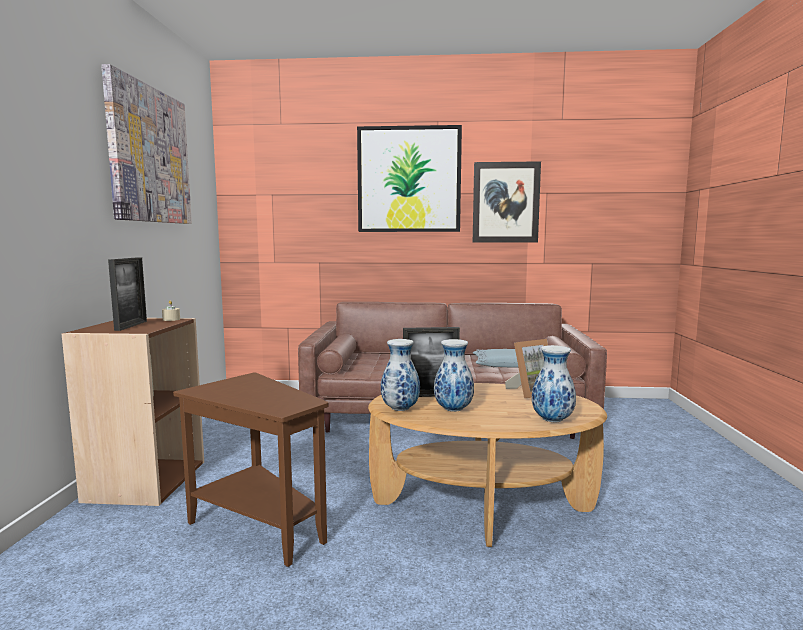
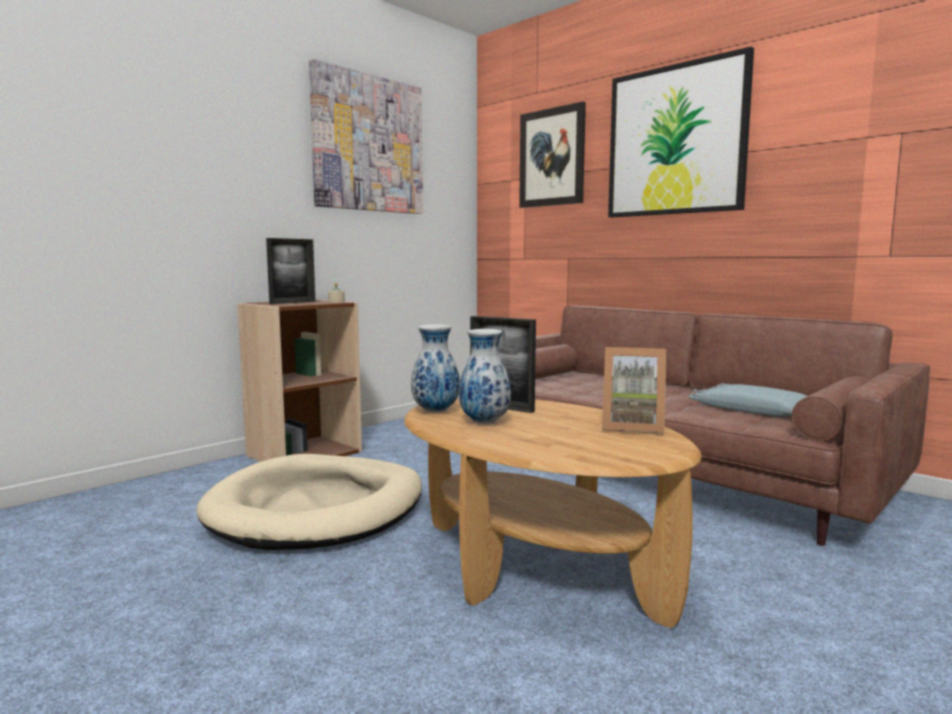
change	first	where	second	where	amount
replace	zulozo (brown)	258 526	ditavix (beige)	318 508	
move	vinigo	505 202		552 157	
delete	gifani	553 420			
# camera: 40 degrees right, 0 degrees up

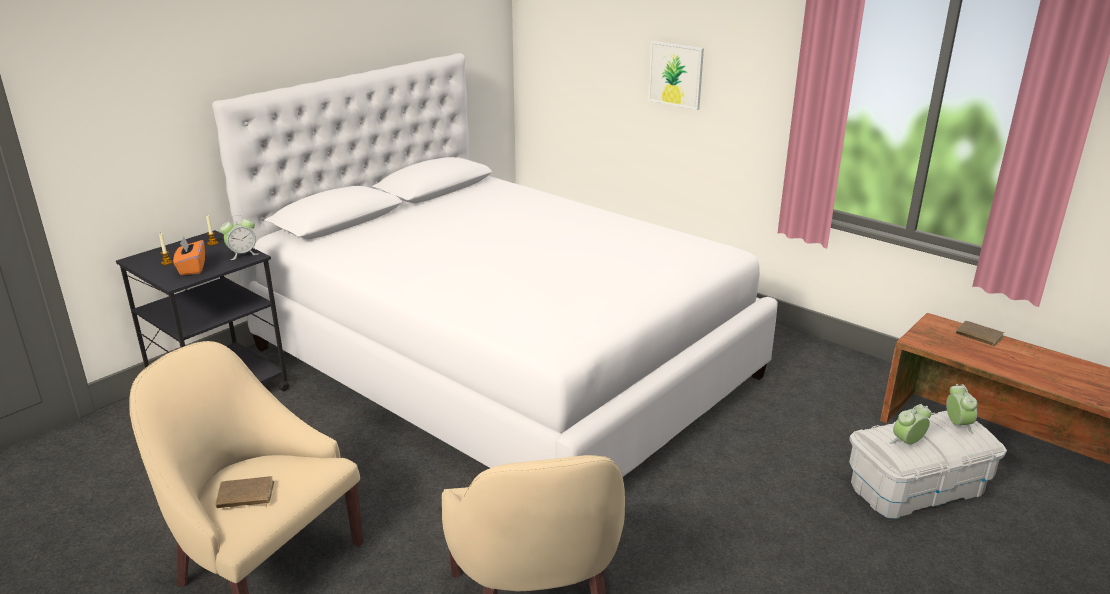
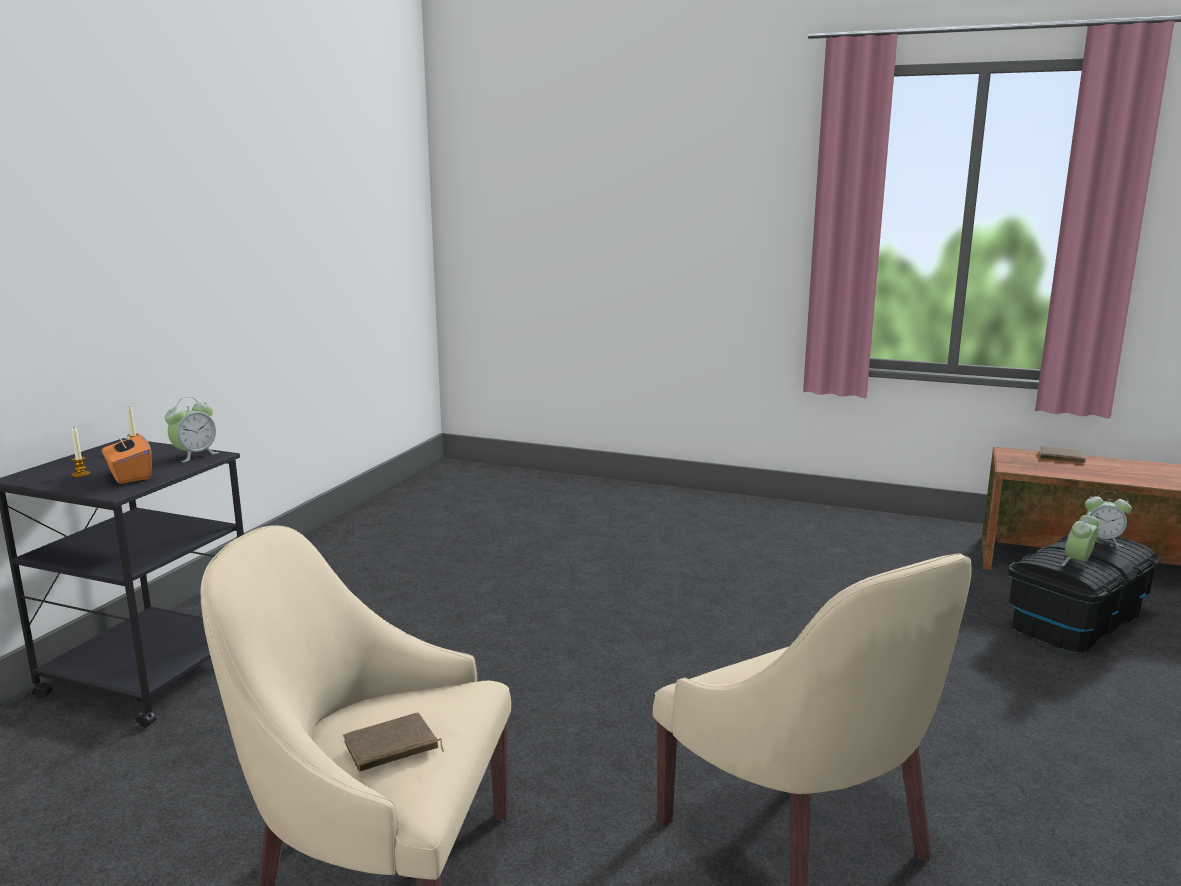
change	first	where	second	where	amount
recolor	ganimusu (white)	917 488	ganimusu (black)	1076 620	
rotate	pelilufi	957 425		1102 540	135 degrees clockwise
delete	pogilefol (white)	502 361			
delete	vinigo	676 74			
# camera: 20 degrees left, 10 degrees down

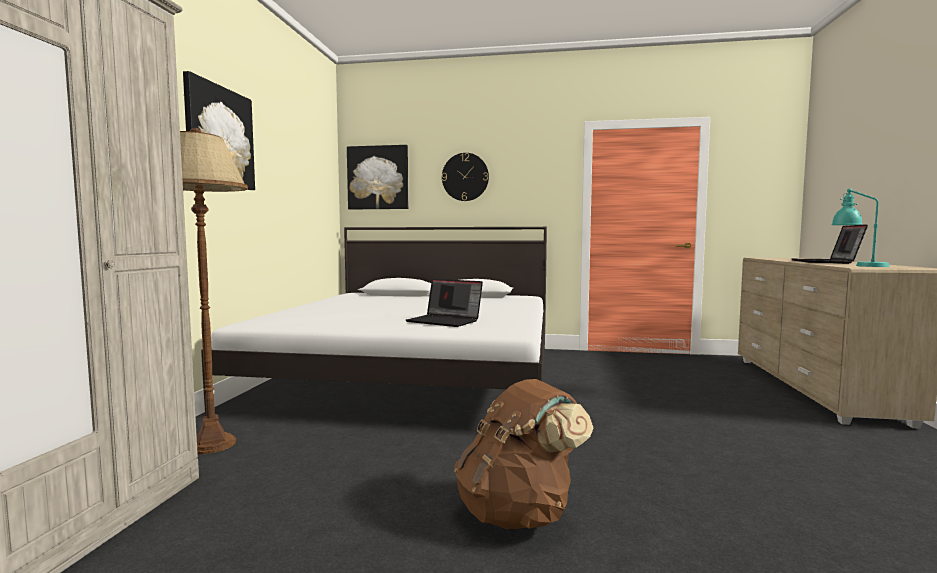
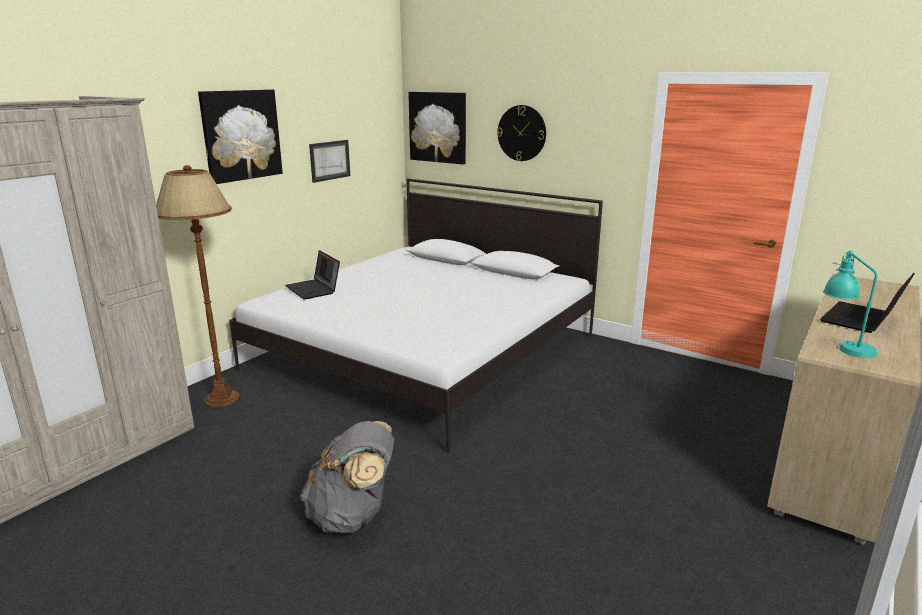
change	first	where	second	where	amount
move	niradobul	445 321		314 289	
recolor	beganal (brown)	518 513	beganal (grey)	353 516	
insert			vinigo	329 160	
# camera: 25 degrees right, 15 degrees up

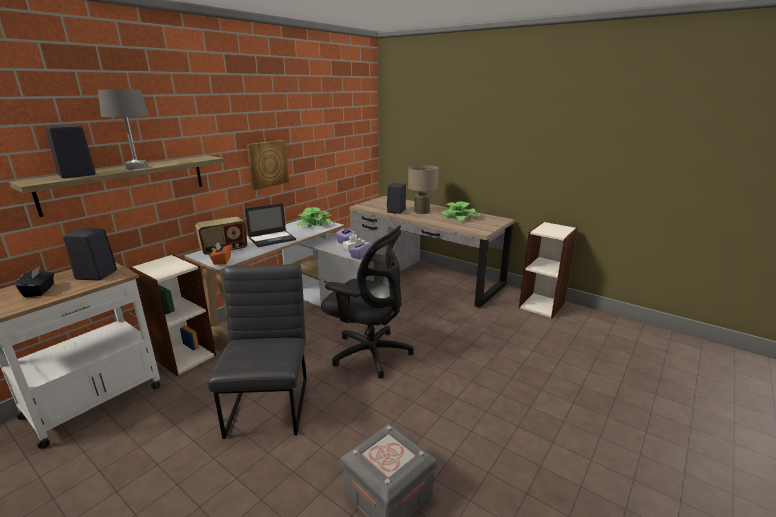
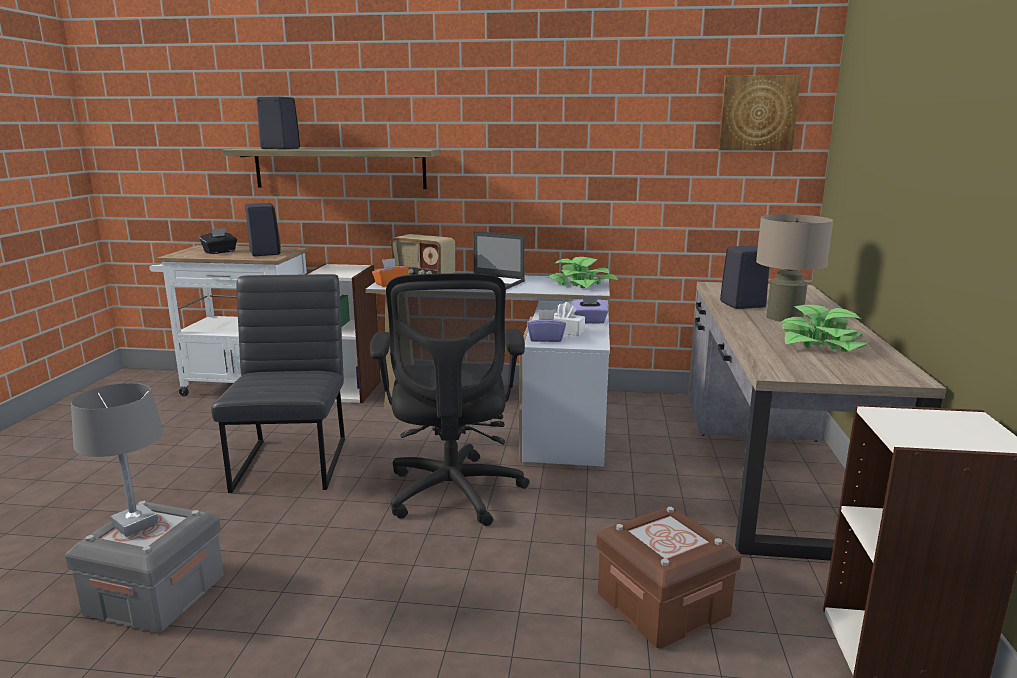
change	first	where	second	where	amount
move	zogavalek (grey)	136 167		135 524	
rotate	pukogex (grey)	269 404		293 462	60 degrees counterclockwise
insert			ganimusu (brown)	662 604	
move	vinigo	267 164		757 113	
# camera: 60 degrees right, 5 degrees down

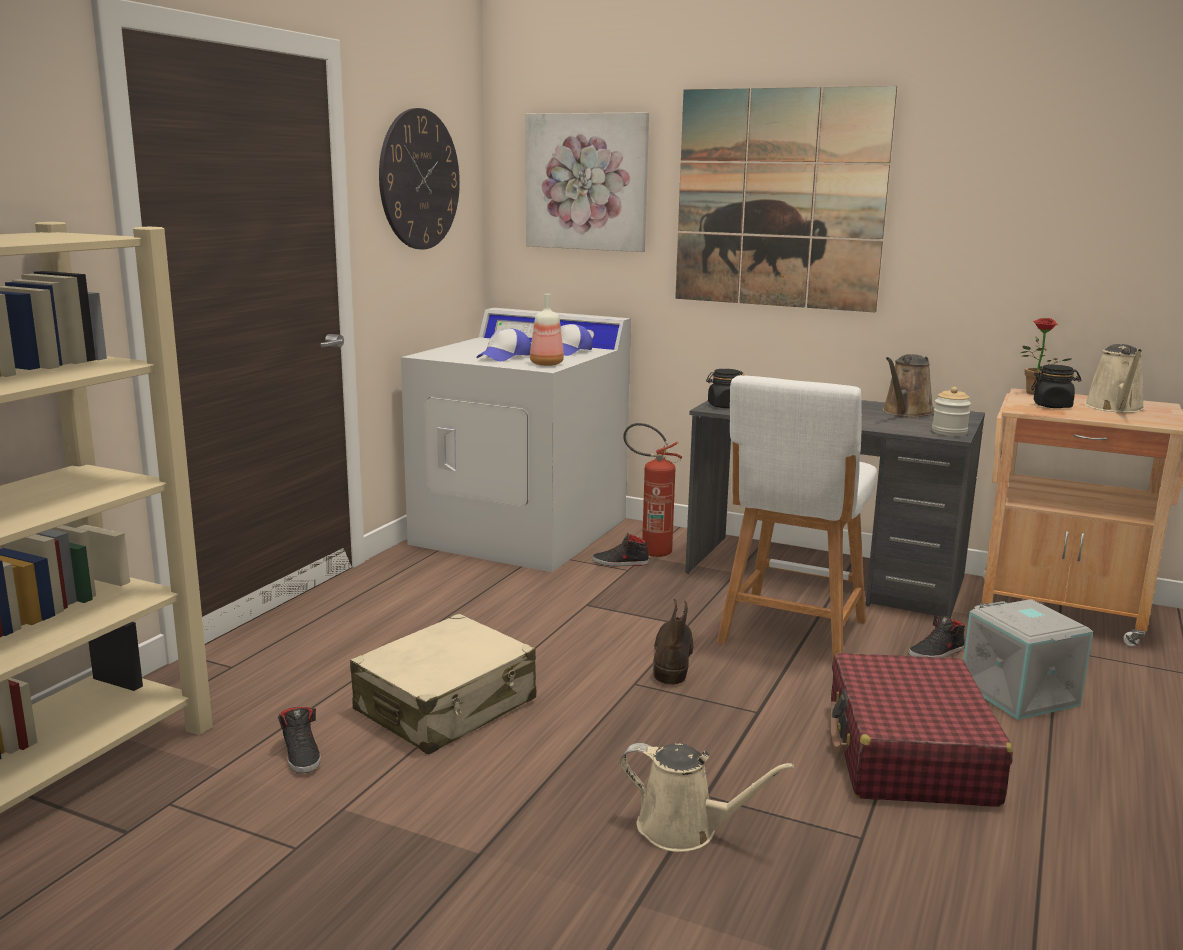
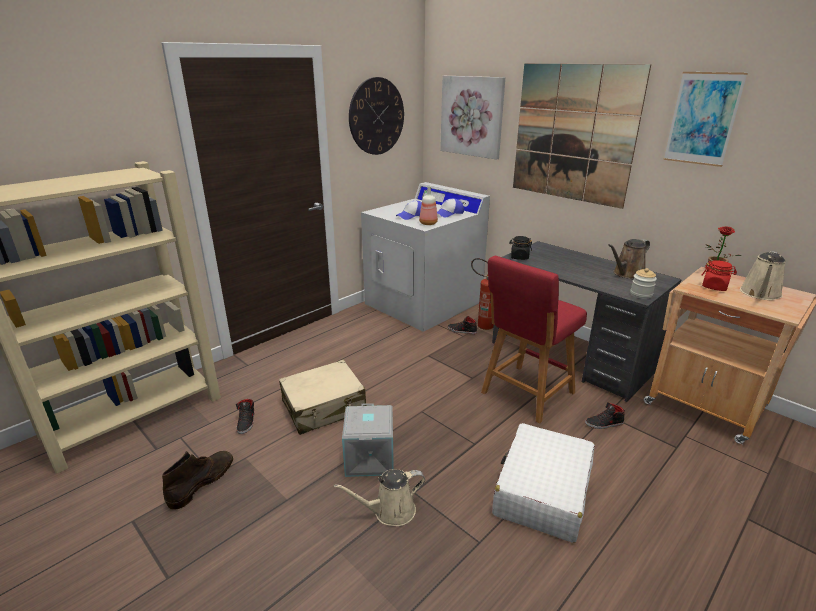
change	first	where	second	where	amount
move	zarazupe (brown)	672 658		202 482	
rotate	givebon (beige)	685 829		390 511	120 degrees clockwise
move	ganimusu (grey)	1021 694		371 458	
recolor	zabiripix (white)	790 635	zabiripix (red)	525 394	
recolor	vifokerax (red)	909 754	vifokerax (white)	542 491	
insert			vinigo	702 119	
recolor	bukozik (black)	1052 406	bukozik (red)	714 287	
# camera: 20 degrees right, 10 degrees up

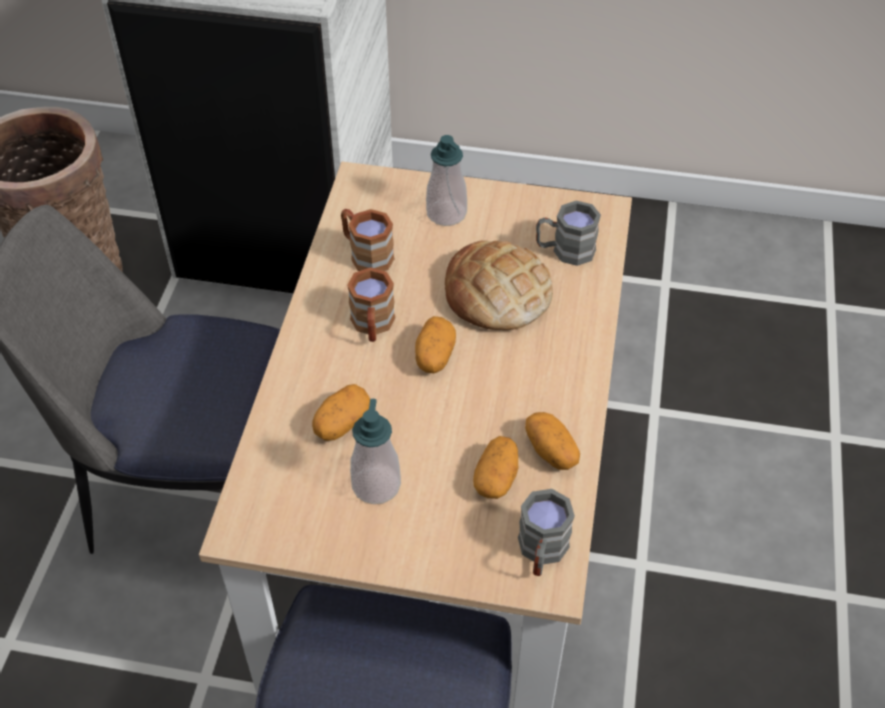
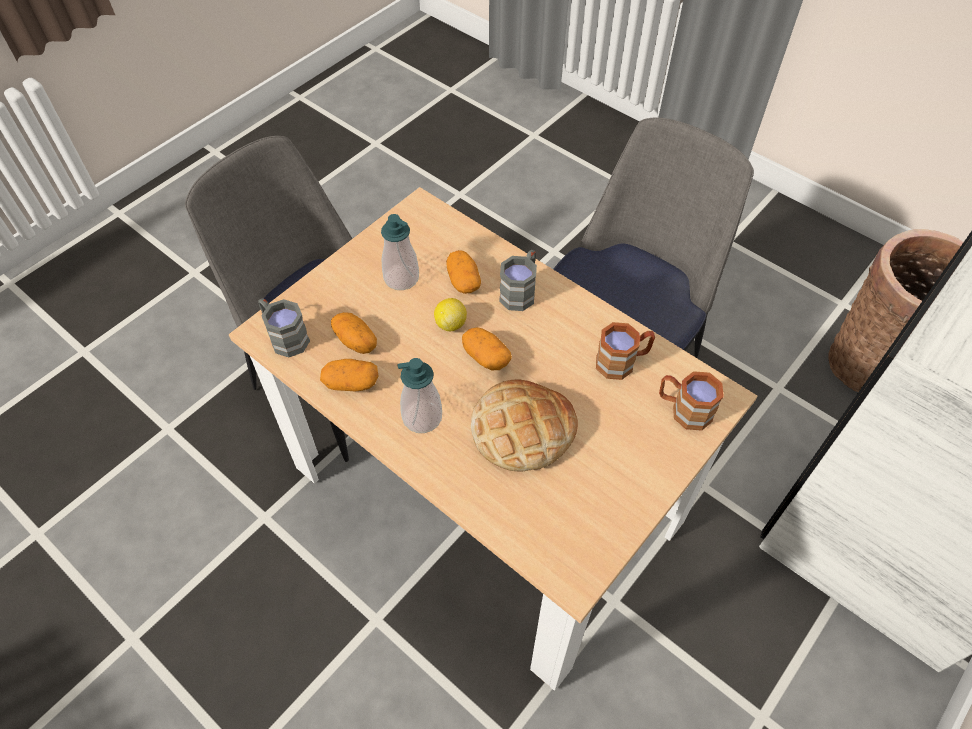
change	first	where	second	where	amount
move	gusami	446 213		422 417	
insert			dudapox	450 324	
move	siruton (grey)	565 250		520 291	
move	siruton (brown)	372 326		683 409	
# camera: 120 degrees right, 5 degrees up

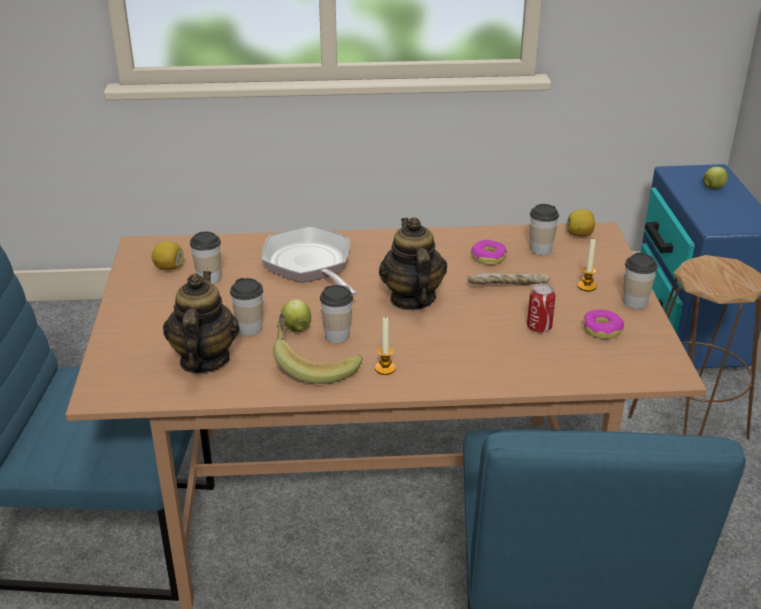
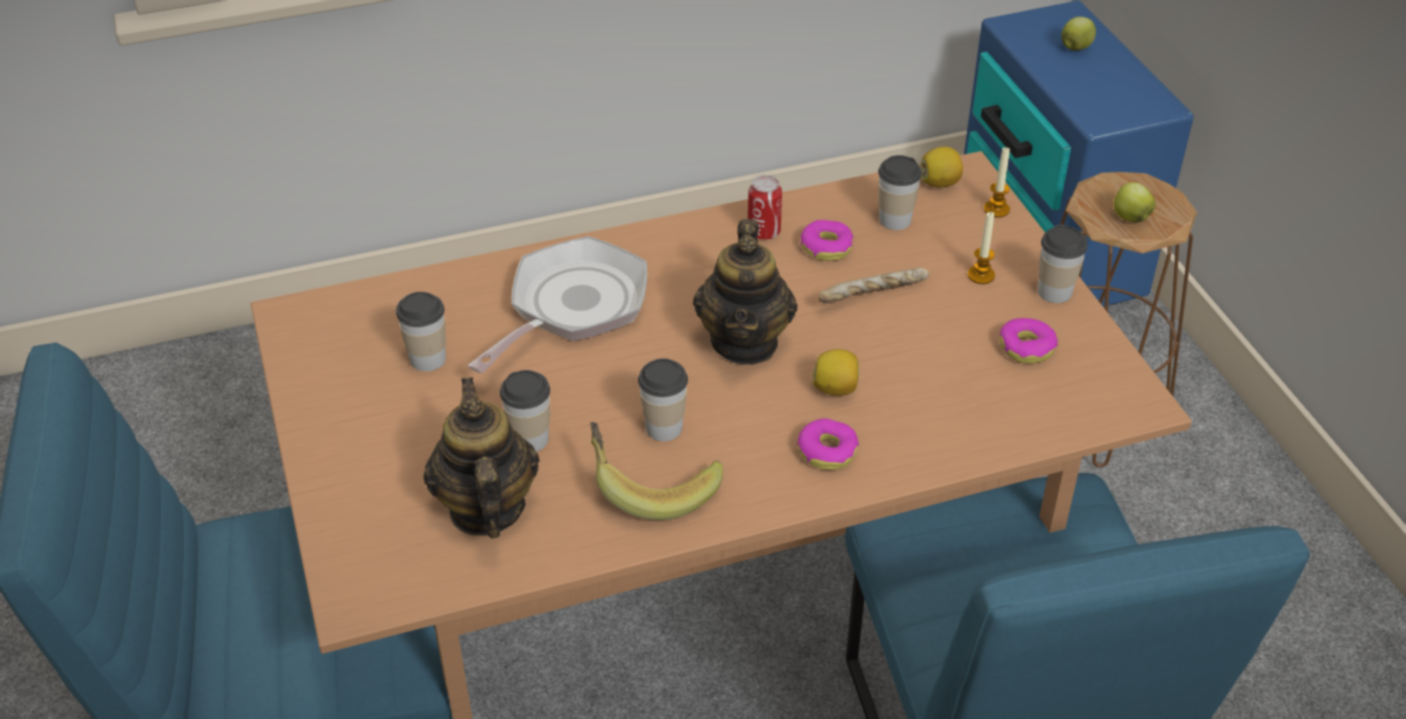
change	first	where	second	where	amount
rotate	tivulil	310 265		572 307	75 degrees clockwise
rotate	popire	412 299		745 342	150 degrees counterclockwise
move	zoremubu	539 327		763 232	
insert			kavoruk	827 451	
move	dudapox	169 267		836 388	
move	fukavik	385 368		996 209	
move	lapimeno	296 328		1129 217	
# camera: 15 degrees left, 10 degrees up

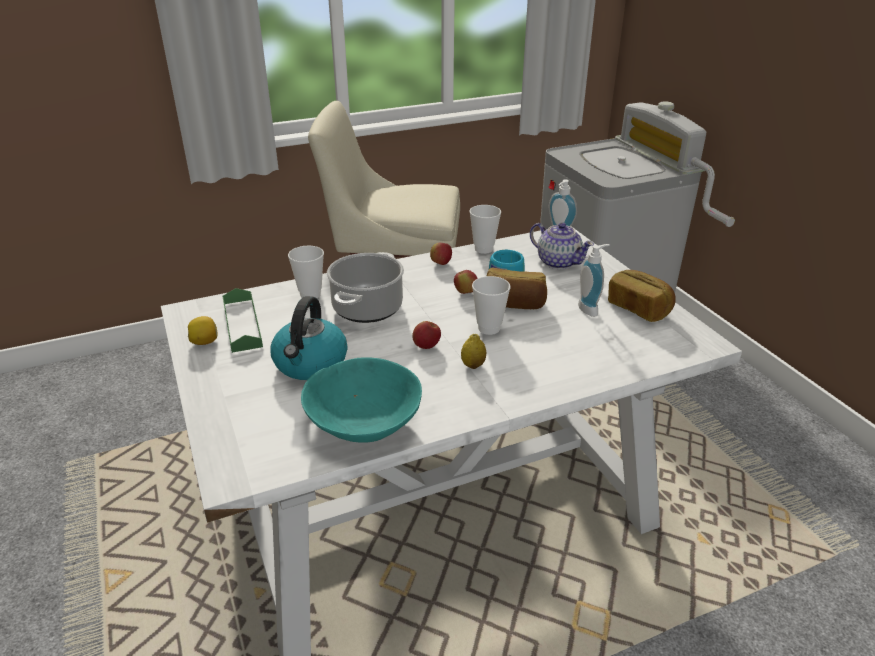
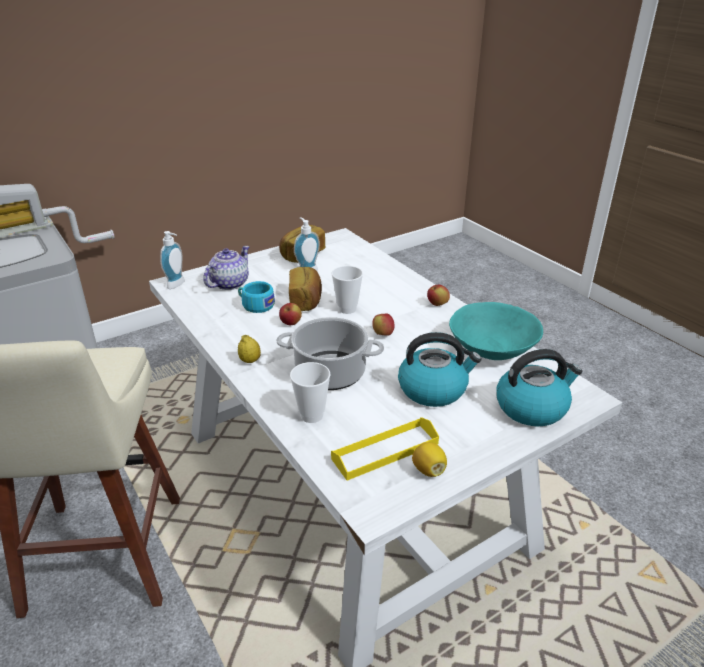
change	first	where	second	where	amount
move	dudapox	473 365		250 361	
recolor	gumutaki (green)	242 324	gumutaki (yellow)	385 451	
move	lapimeno	441 263		437 304	
insert			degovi	532 407	
delete	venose	483 249			
# camera: 100 degrees left, 0 degrees up

